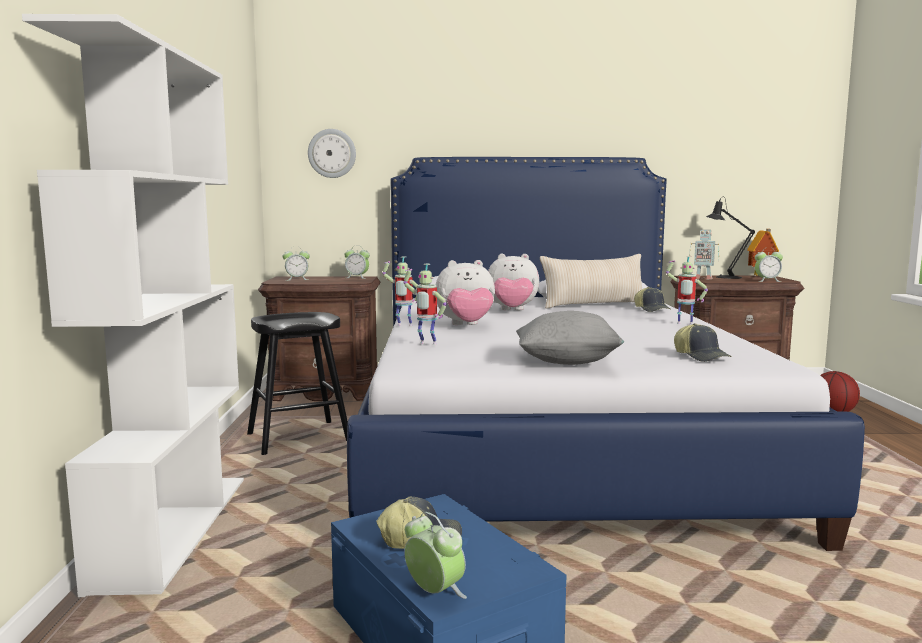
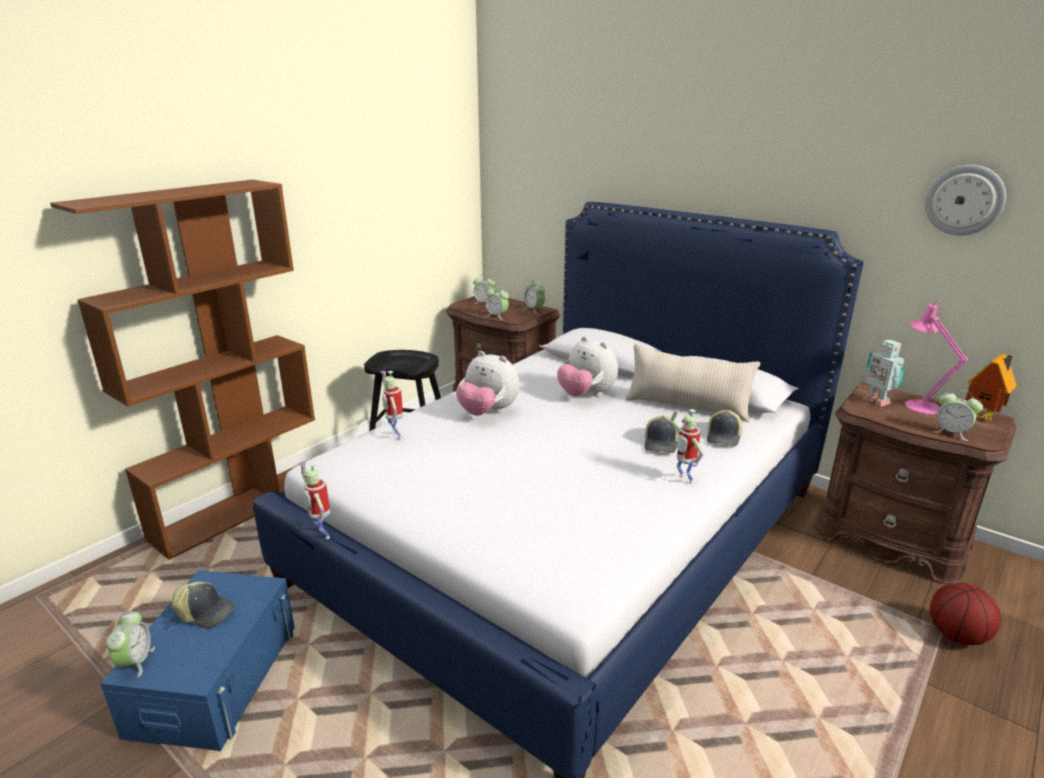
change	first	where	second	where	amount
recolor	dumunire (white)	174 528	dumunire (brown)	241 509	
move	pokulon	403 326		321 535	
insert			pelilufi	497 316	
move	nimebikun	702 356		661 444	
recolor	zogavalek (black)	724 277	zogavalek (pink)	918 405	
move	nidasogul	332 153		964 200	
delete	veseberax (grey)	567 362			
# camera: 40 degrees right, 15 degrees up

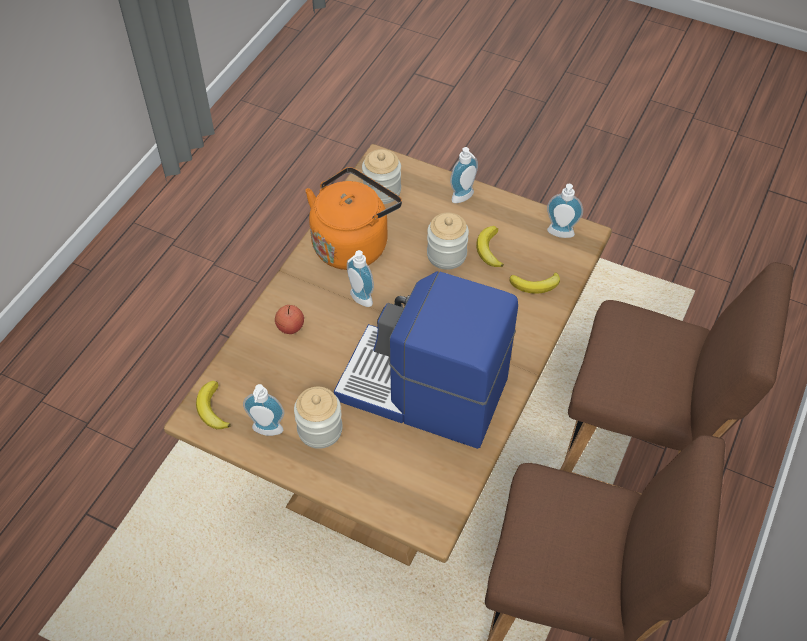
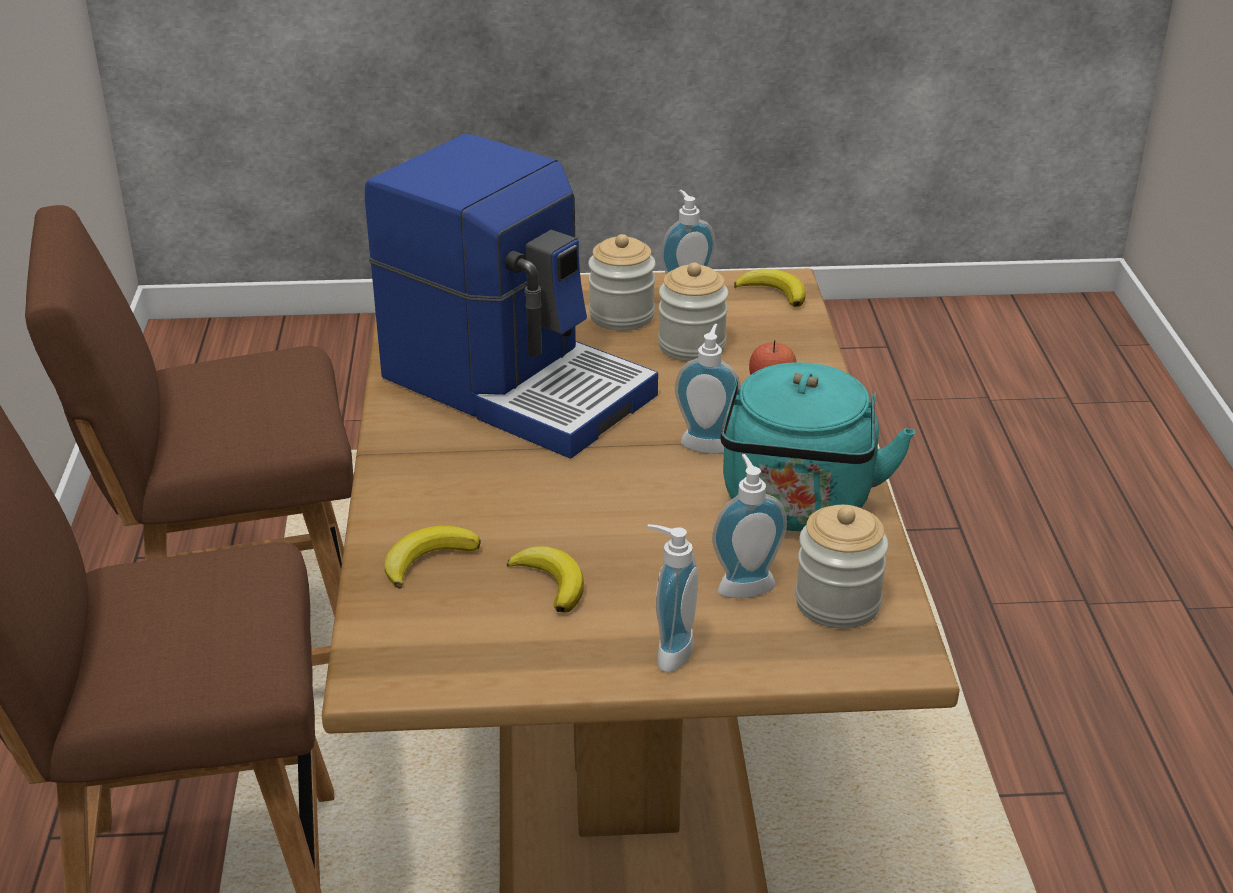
change	first	where	second	where	amount
rotate	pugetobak	423 392		517 384	45 degrees clockwise
move	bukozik	446 255		692 346	
move	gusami	560 235		744 584	
recolor	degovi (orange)	353 243	degovi (turquoise)	797 507	
# camera: 150 degrees right, 20 degrees down

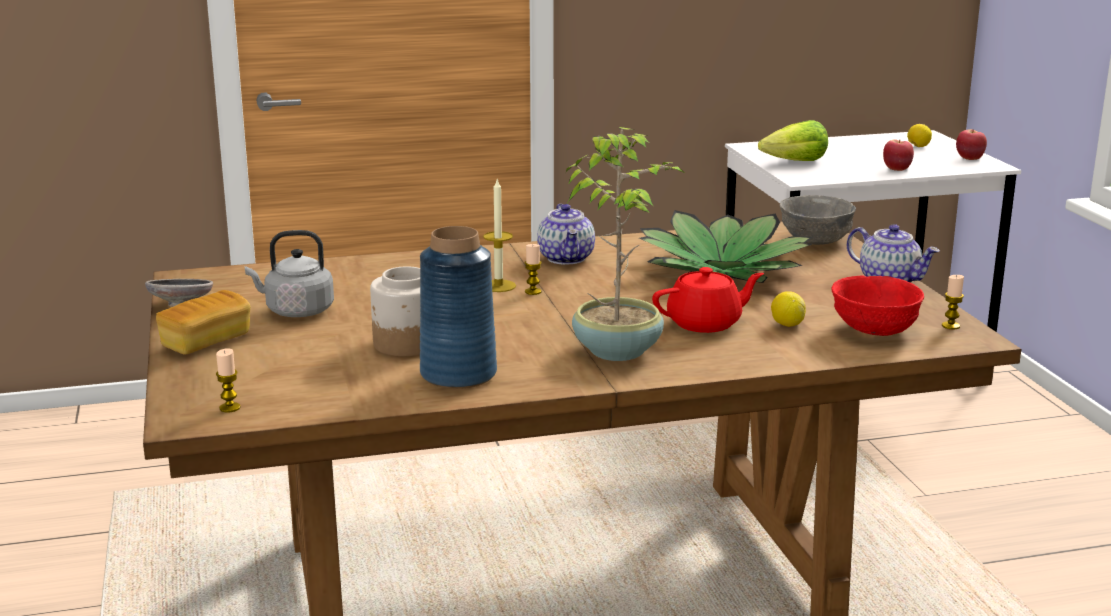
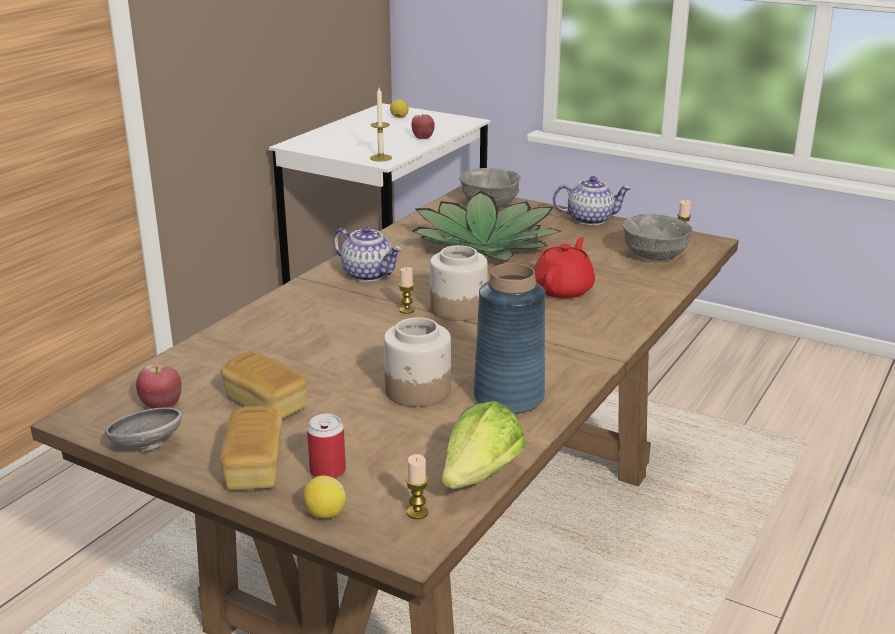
change	first	where	second	where	amount
move	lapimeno	969 158		162 406	
replace	degovi (grey)	296 311	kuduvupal	266 404	
move	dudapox	787 324		325 514	
insert			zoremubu	328 471	
move	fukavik	498 286		381 158	
insert			bukozik	459 309	
move	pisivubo	795 162		481 475	
recolor	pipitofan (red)	873 329	pipitofan (grey)	653 256	
delete	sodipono	618 350			
# camera: 45 degrees left, 5 degrees up

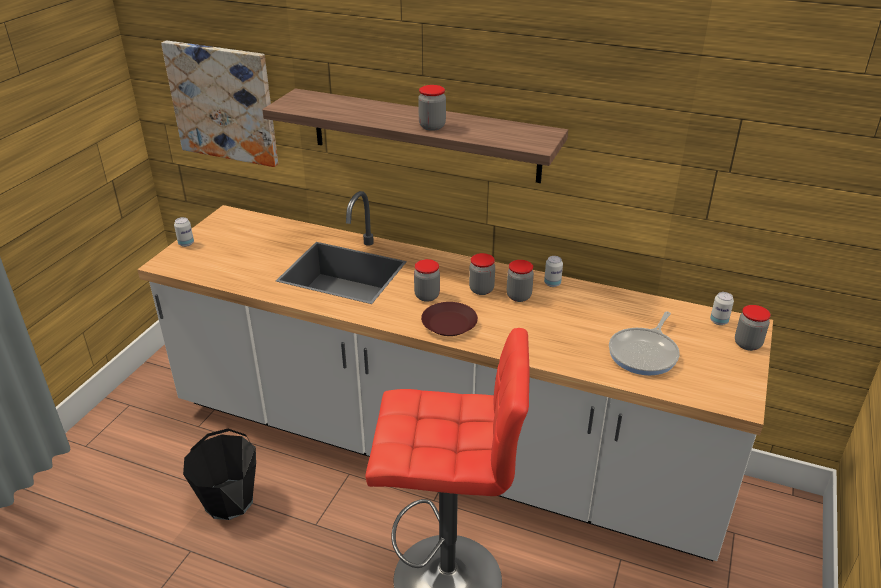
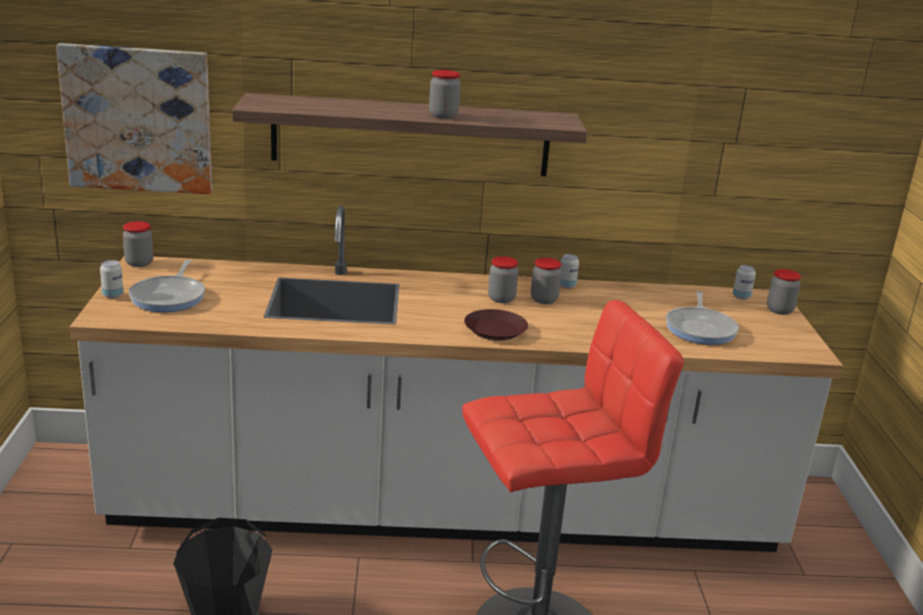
change	first	where	second	where	amount
move	bukozik	427 296		139 263	
insert			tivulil	170 297	
# camera: 25 degrees left, 10 degrees down

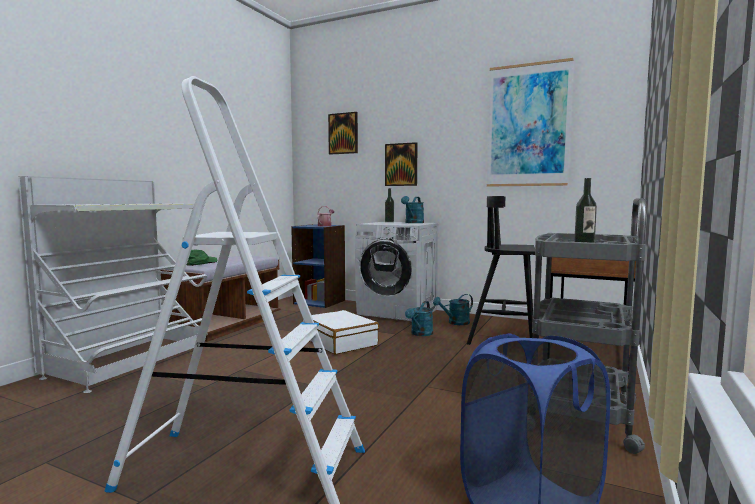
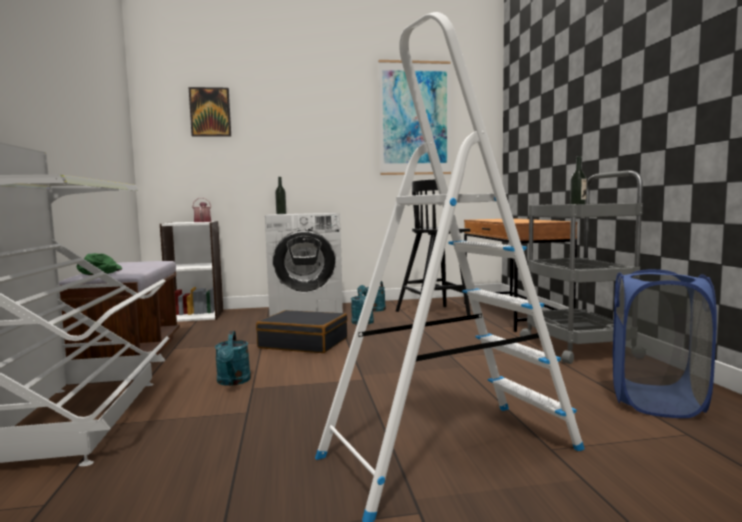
change	first	where	second	where	amount
recolor	dumunire (blue)	320 302	dumunire (white)	196 315	
move	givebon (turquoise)	413 223		233 382	
recolor	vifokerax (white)	340 342	vifokerax (black)	304 343	
delete	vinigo	401 164			
# camera: 35 degrees left, 0 degrees up

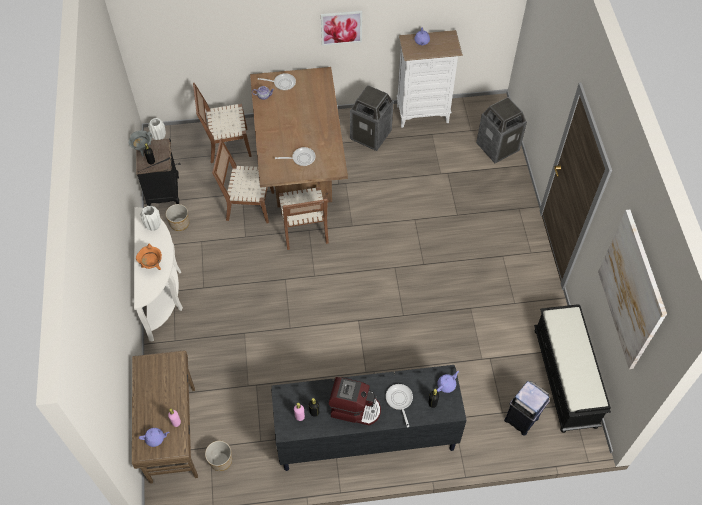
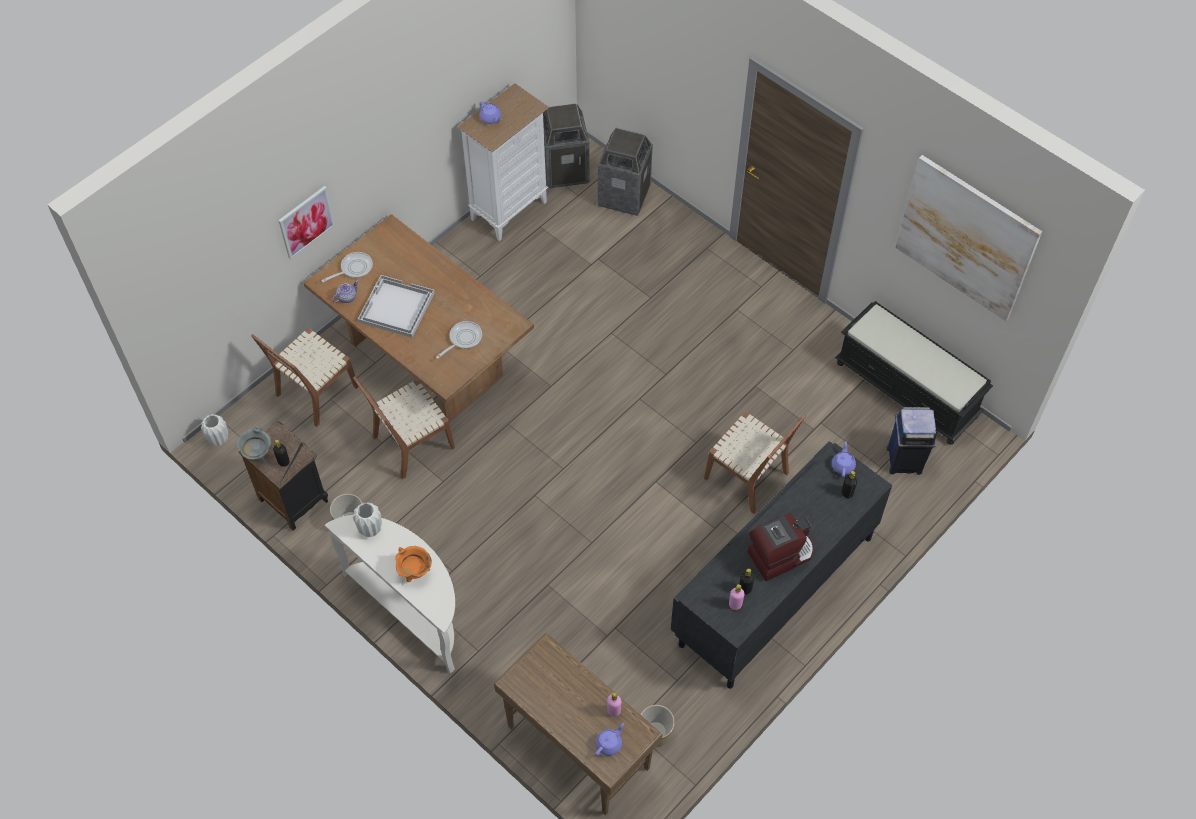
change	first	where	second	where	amount
move	vinigo	341 27		306 222	
insert			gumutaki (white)	395 308	
move	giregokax	371 135		565 170	
move	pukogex	304 231		749 479	
delete	tivulil	399 400			
# camera: 40 degrees left, 0 degrees up

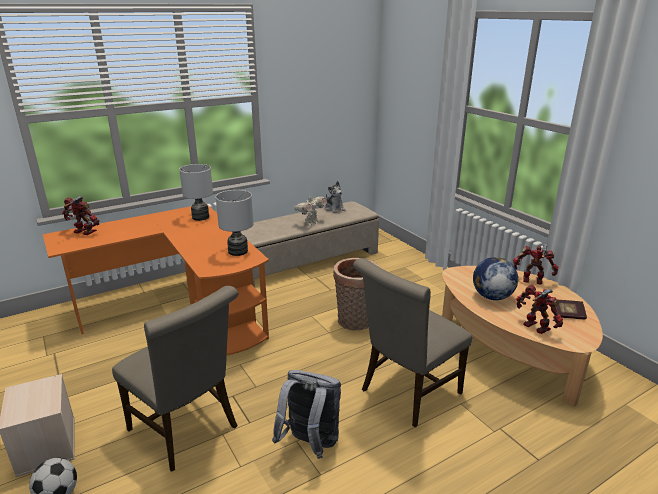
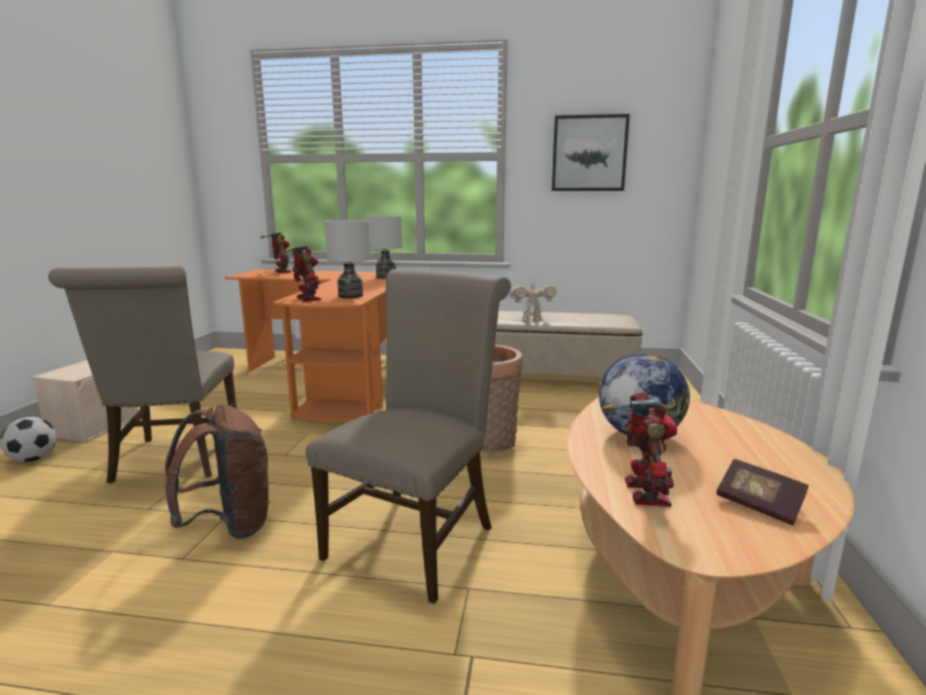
change	first	where	second	where	amount
recolor	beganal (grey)	310 444	beganal (brown)	229 526	
move	pokulon	532 281		306 299	
rotate	pukogex (beige)	407 393		416 537	120 degrees clockwise
insert			vinigo	589 153	
delete	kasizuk	334 208			
# camera: 40 degrees right, 10 degrees down

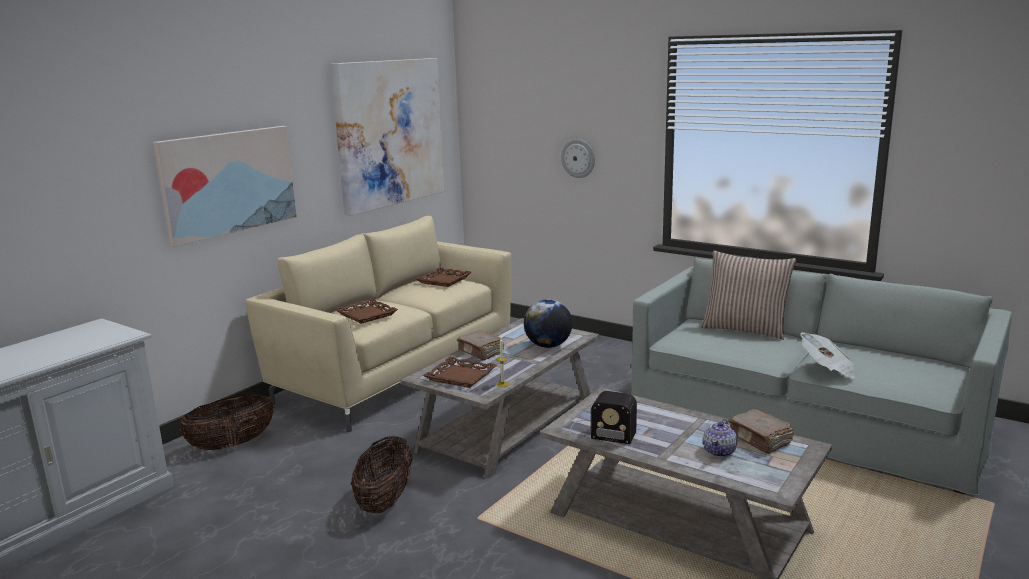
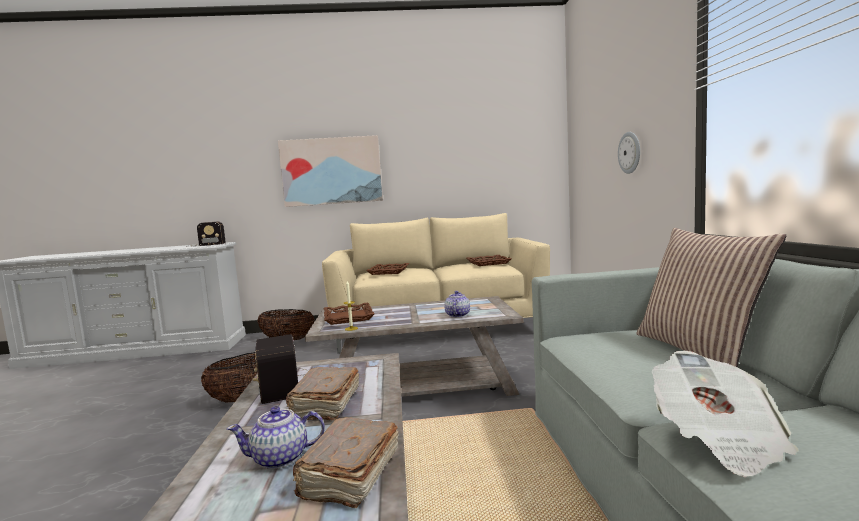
change	first	where	second	where	amount
insert			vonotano	204 245	
move	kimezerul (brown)	481 352		325 405	
replace	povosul	548 346	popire	457 315	
delete	vinigo	389 133			
# camera: 50 degrees right, 10 degrees down

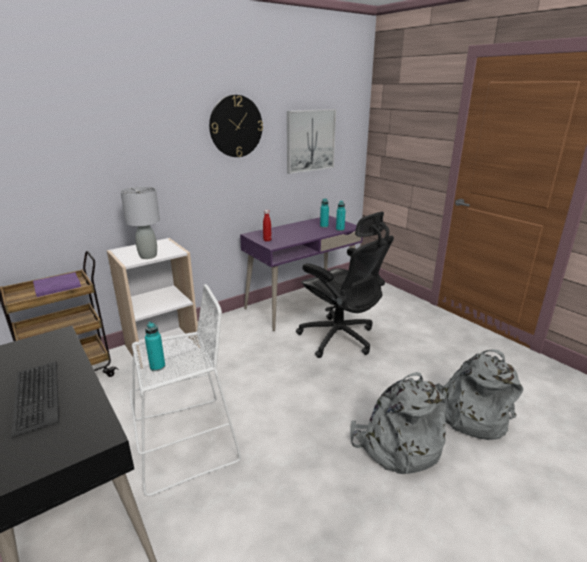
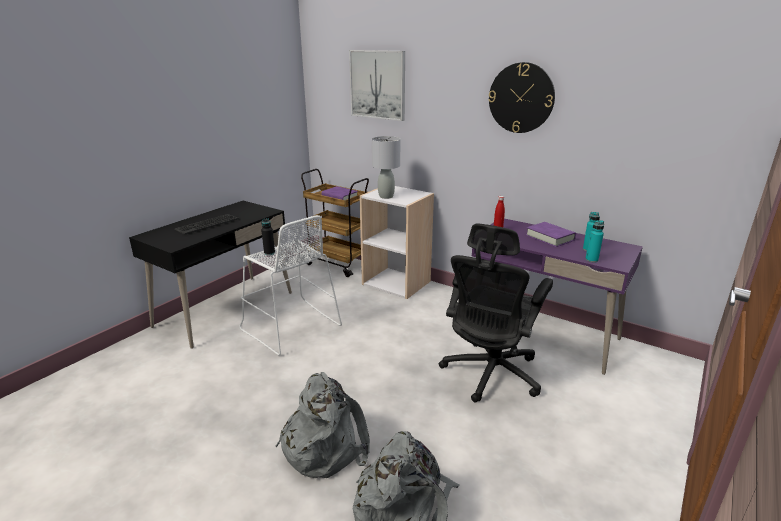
change	first	where	second	where	amount
recolor	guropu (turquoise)	157 367	guropu (black)	269 253	
move	vinigo	310 140		378 84	
insert			kimezerul (purple)	550 238	
# camera: 70 degrees right, 0 degrees up

